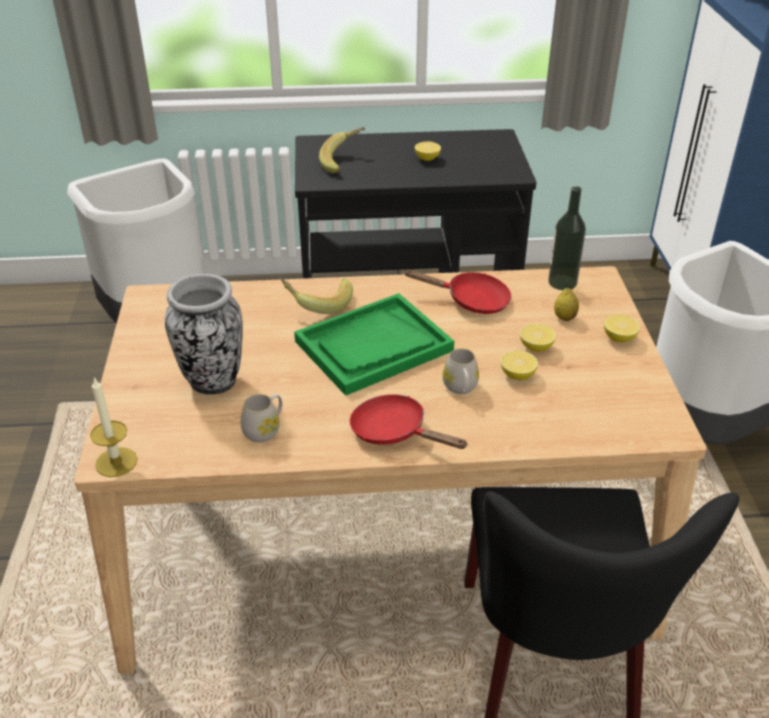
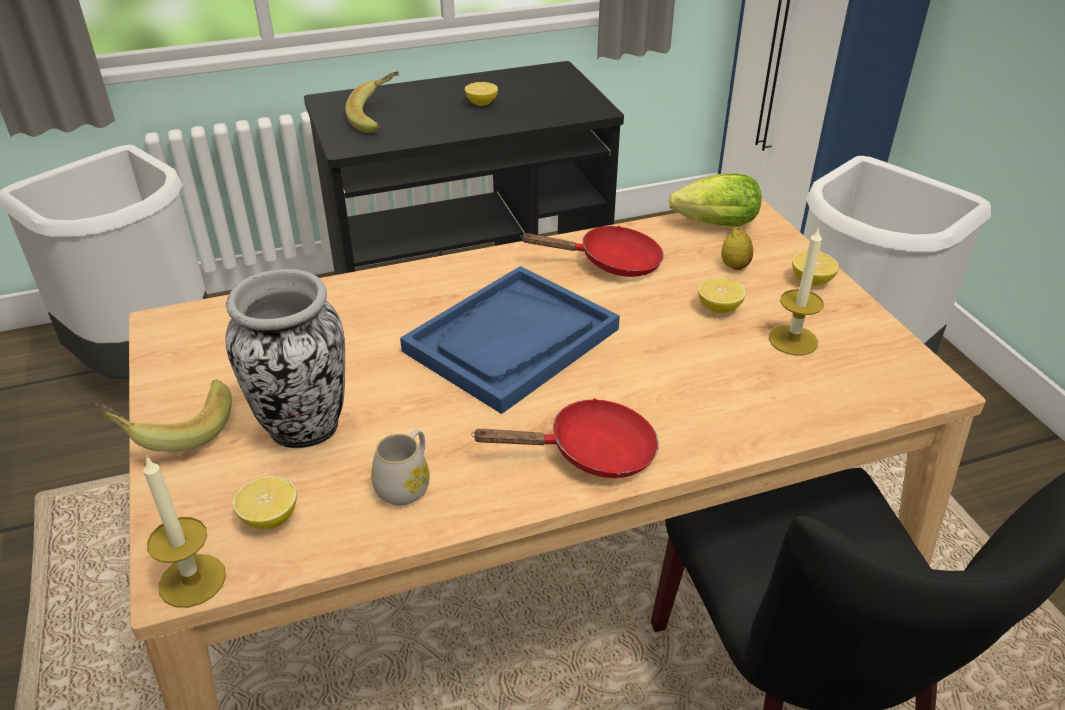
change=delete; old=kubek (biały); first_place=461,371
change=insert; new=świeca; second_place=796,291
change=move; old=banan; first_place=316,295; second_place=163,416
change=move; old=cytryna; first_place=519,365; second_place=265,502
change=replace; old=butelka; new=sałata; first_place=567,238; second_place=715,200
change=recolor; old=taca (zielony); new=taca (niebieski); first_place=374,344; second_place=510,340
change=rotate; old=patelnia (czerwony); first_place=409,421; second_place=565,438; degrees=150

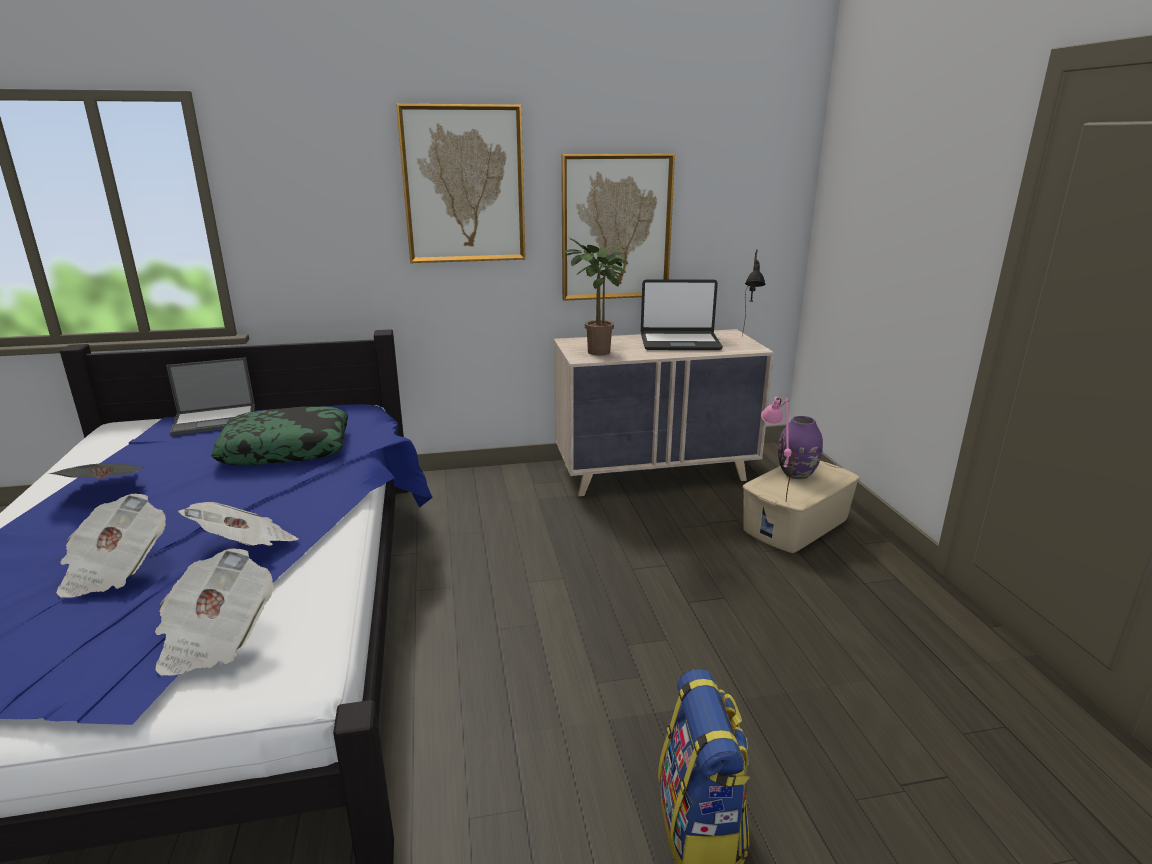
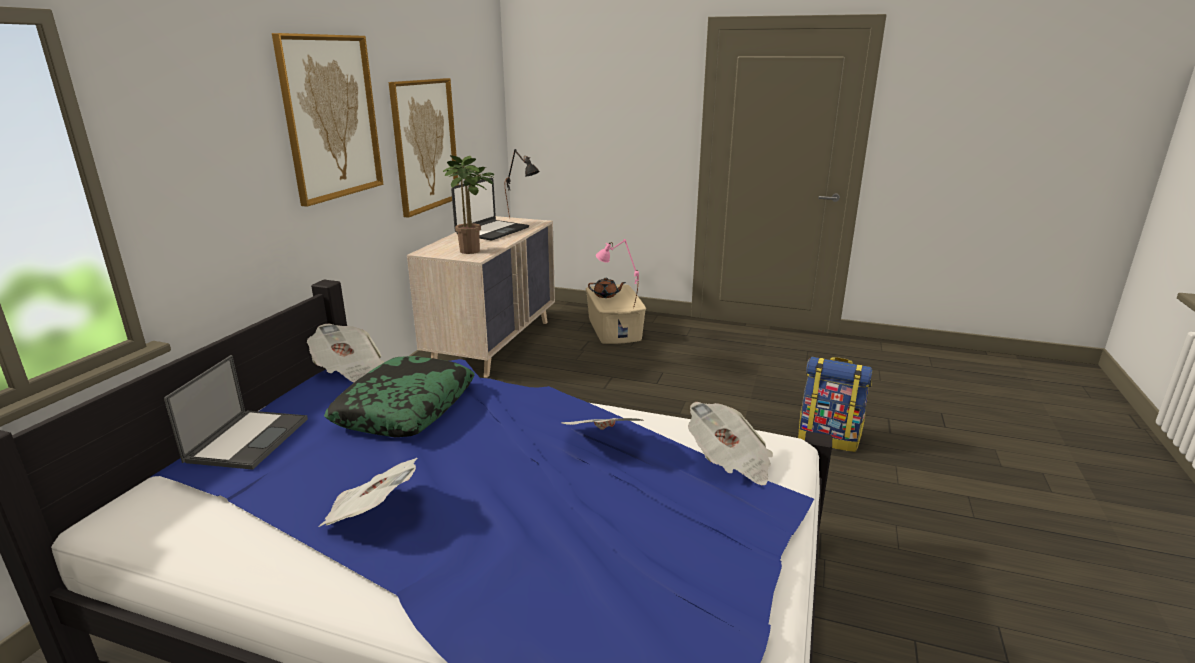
change=move; old=gazeta; first_place=111,546; second_place=345,353
change=replace; old=wazon (fioletowy); new=imbryk (brązowy); first_place=800,447; second_place=607,288

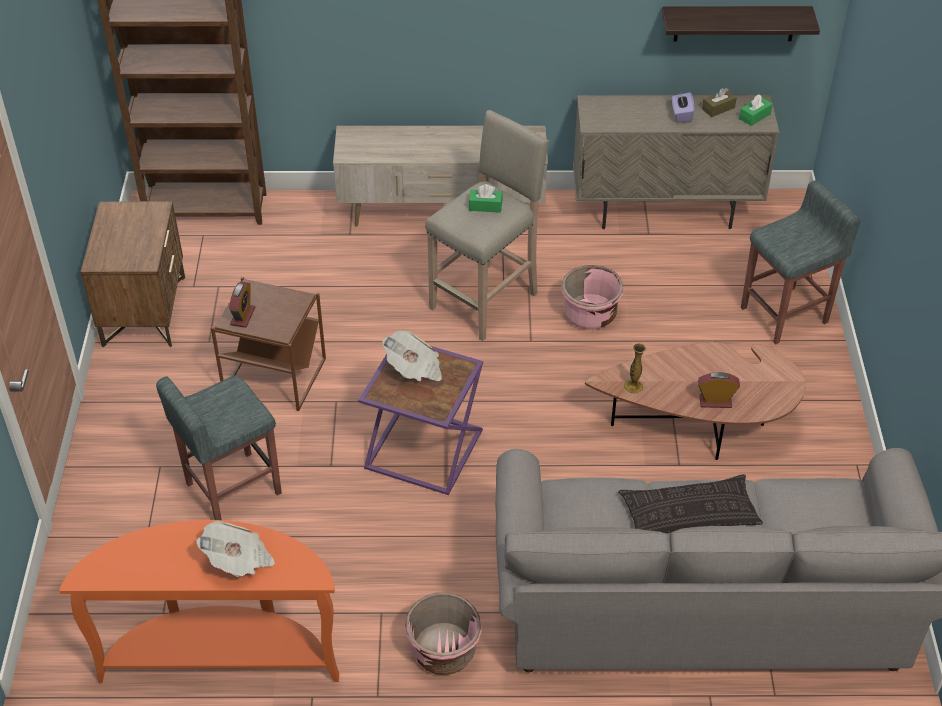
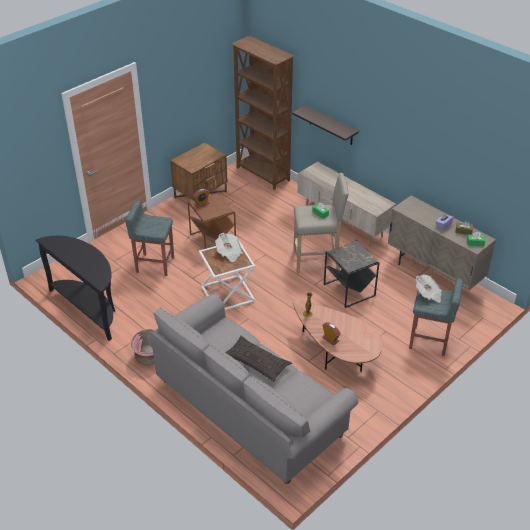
change=move; old=gazeta; first_place=235,549; second_place=429,289
change=move; old=półka; first_place=741,24; second_place=325,125
change=replace; old=donica (różowy); new=stolik (czarny); first_place=592,297; second_place=352,273
change=recolor; old=stolik konsolowy (pomarańczowy); new=stolik konsolowy (czarny); first_place=199,601; second_place=75,288
change=recolor; old=stolik (fioletowy); new=stolik (biały); first_place=420,420; second_place=227,275

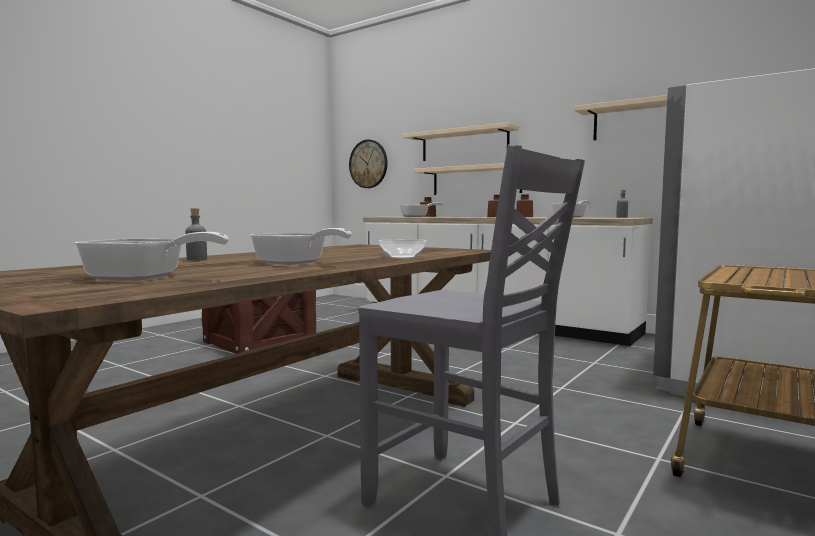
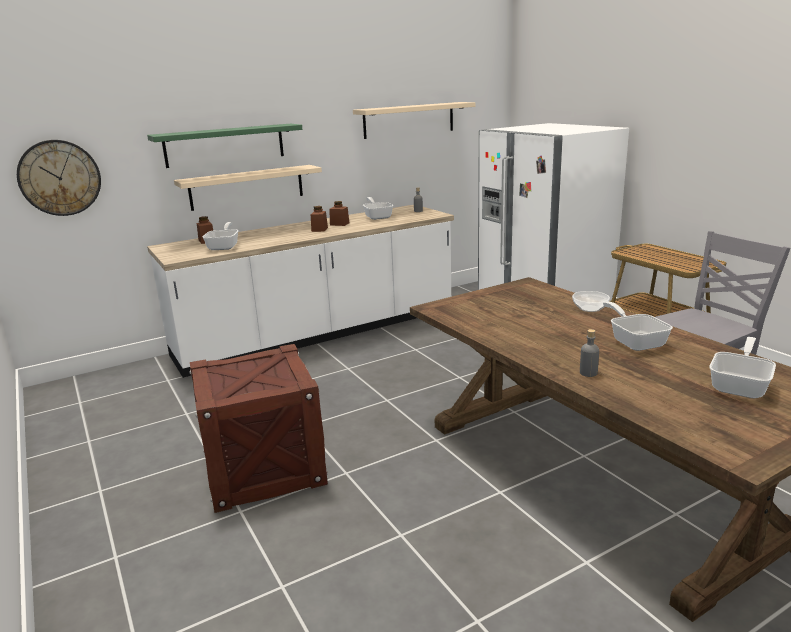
change=recolor; old=półka (beżowy); new=półka (zielony); first_place=460,141; second_place=224,146
change=rotate; old=patelnia; first_place=301,246; second_place=638,326; degrees=-75

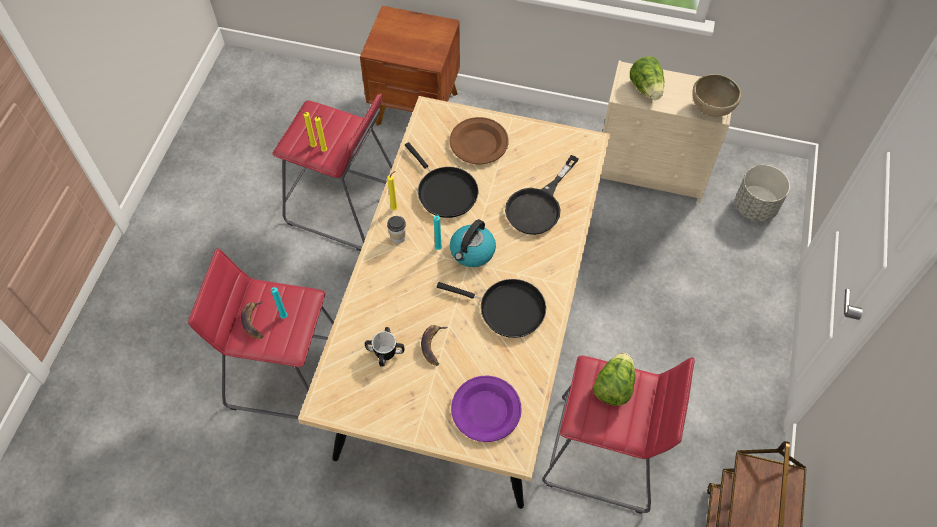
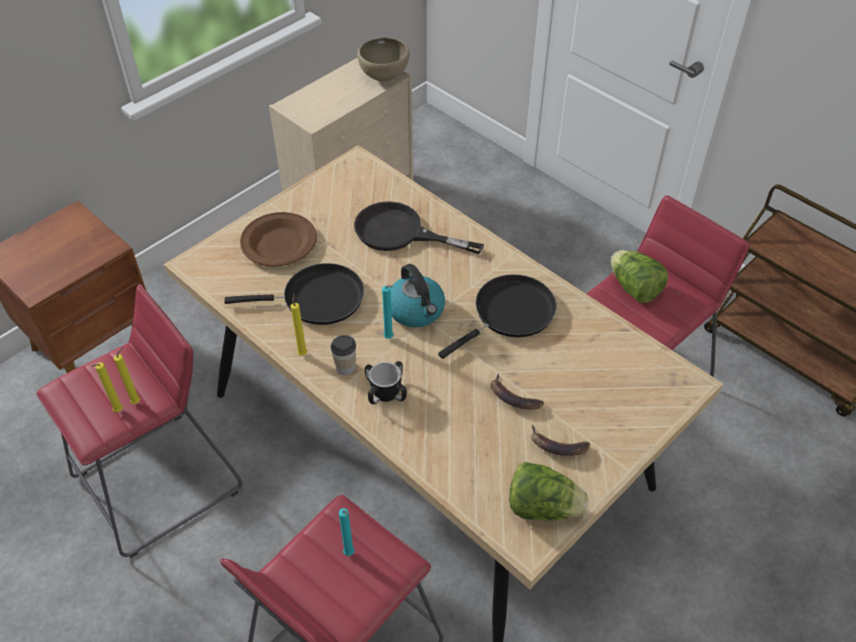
change=delete; old=talerz (fioletowy); first_place=486,409
change=delete; old=donica (szary); first_place=762,193
change=move; old=banan; first_place=252,320; second_place=560,440
change=move; old=kubek; first_place=385,347; second_place=386,383
change=move; old=sałata; first_place=647,78; second_place=548,491
change=rotate; old=patelnia (czarny); first_place=541,195; second_place=419,227; degrees=135

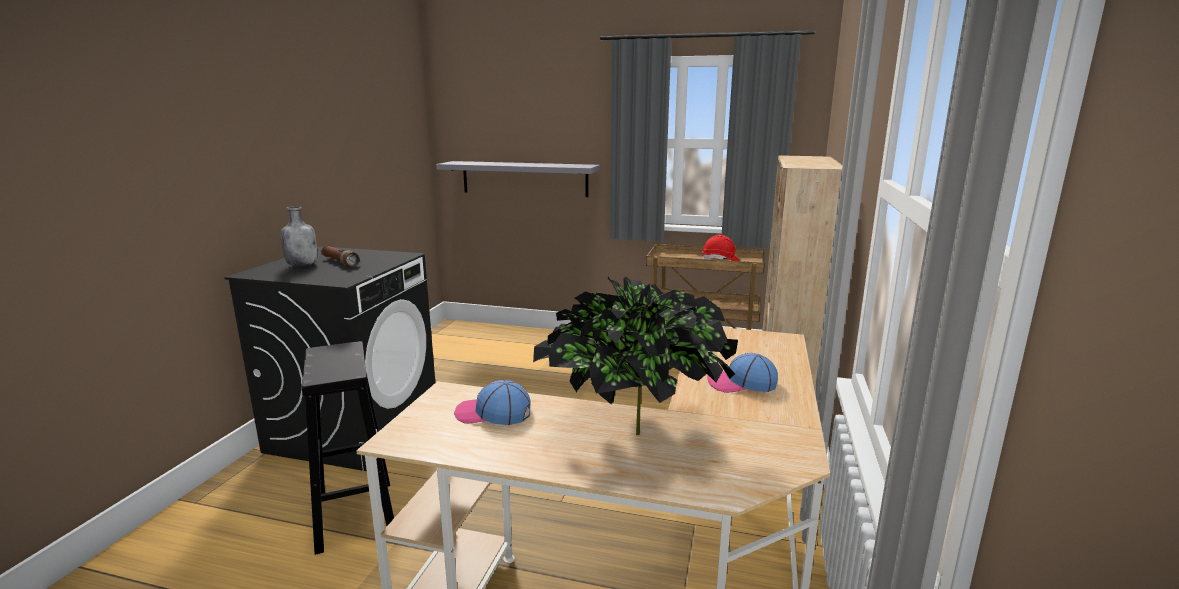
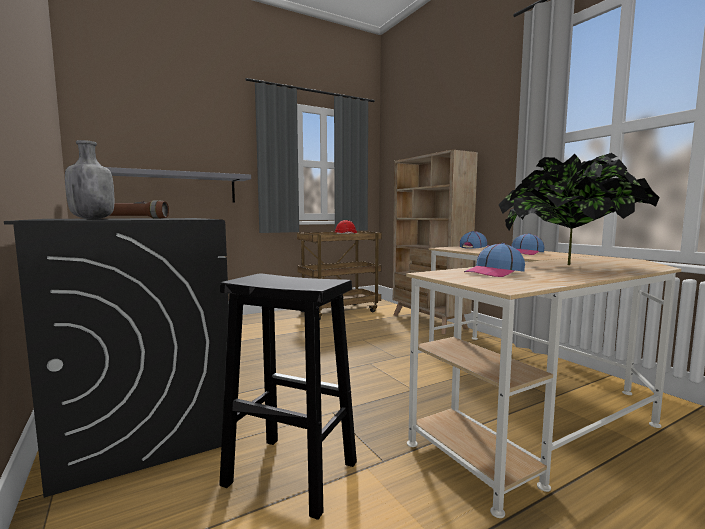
change=insert; new=czapka z daszkiem; second_place=475,240

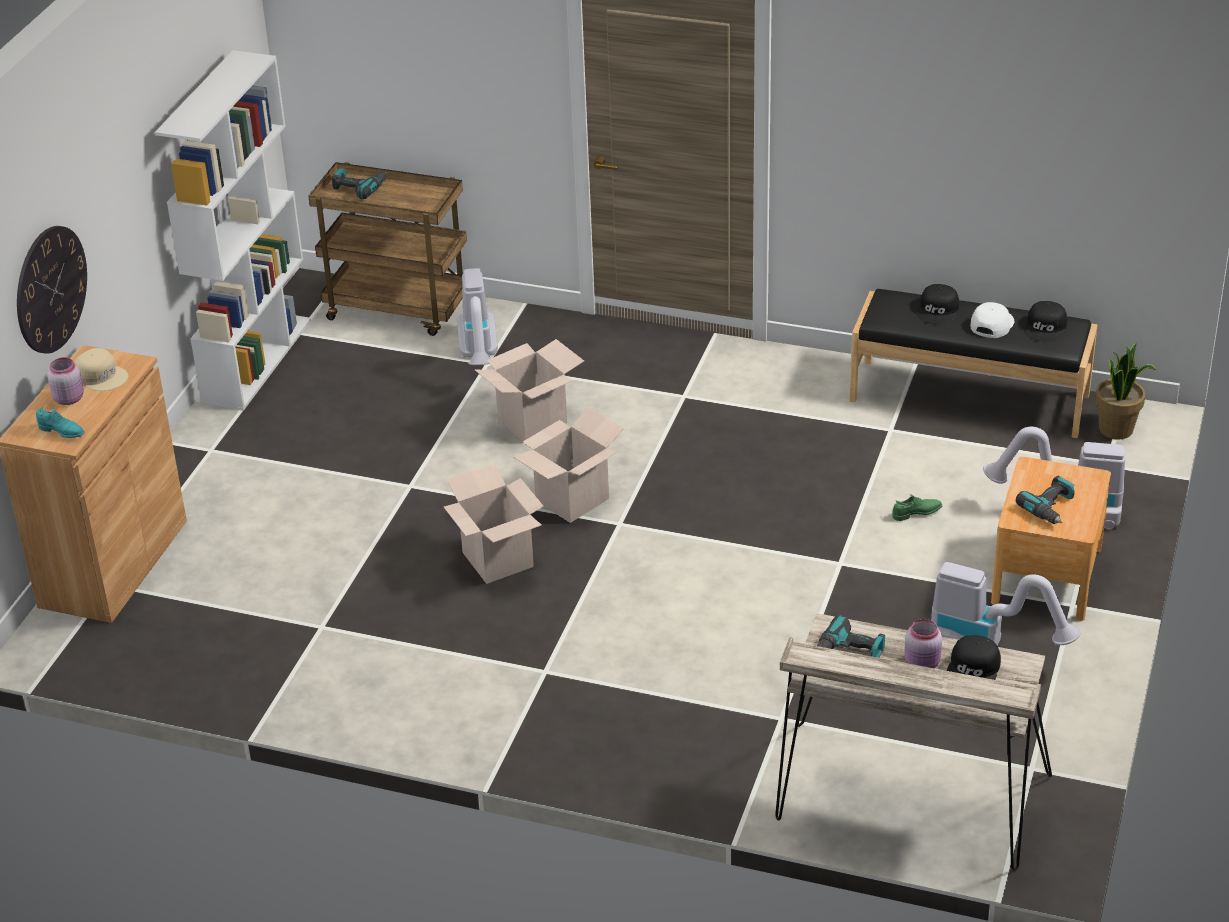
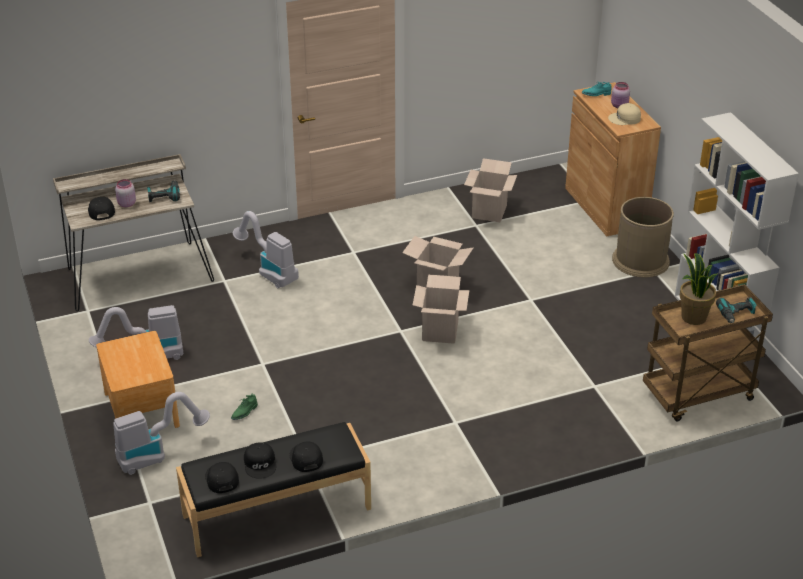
change=delete; old=zegar ścienny; first_place=52,290
change=delete; old=wiertarka; first_place=1045,500
change=insert; new=kosz na śmieci (brązowy); second_place=643,237
change=move; old=odkurzacz; first_place=477,316; second_place=266,249
change=move; old=karton; first_place=529,390; second_place=490,190
change=move; old=roślina doniczkowa; first_place=1125,390; second_place=698,289
change=recolor; old=czapka z daszkiem (biały); new=czapka z daszkiem (czarny); first_place=993,320; second_place=260,460

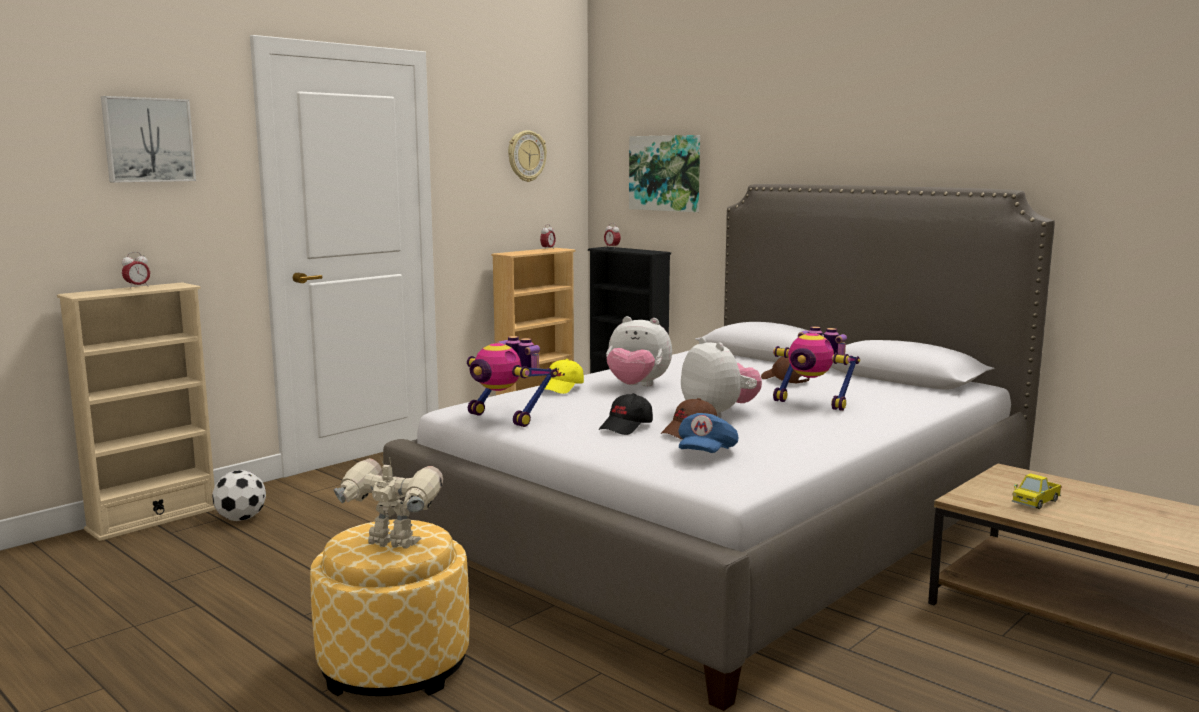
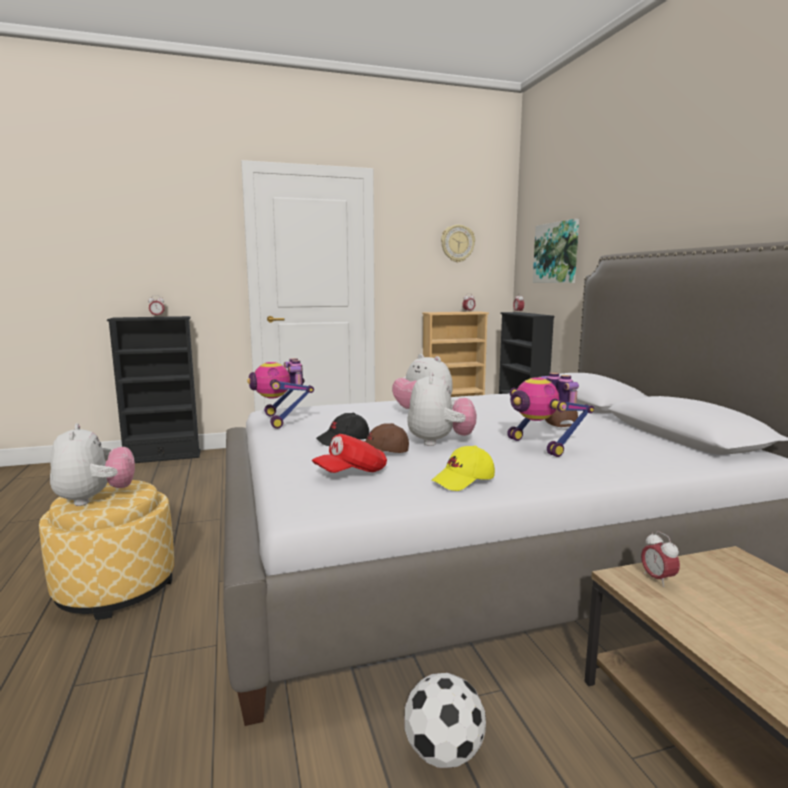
change=delete; old=obraz; first_place=148,139
change=delete; old=ciężarówka zabawkowa; first_place=1037,491
change=insert; new=budzik; second_place=660,559
change=move; old=piłka futbolowa; first_place=239,495; second_place=445,720
change=move; old=czapka z daszkiem (żółty); first_place=564,376; second_place=463,468
change=replace; old=robot zabawkowy; new=pluszak; first_place=388,502; second_place=92,464
change=recolor; old=regał (beżowy); new=regał (czarny); first_place=136,411; second_place=154,389
change=recolor; old=czapka z daszkiem (niebieski); new=czapka z daszkiem (czerwony); first_place=708,433; second_place=349,453

